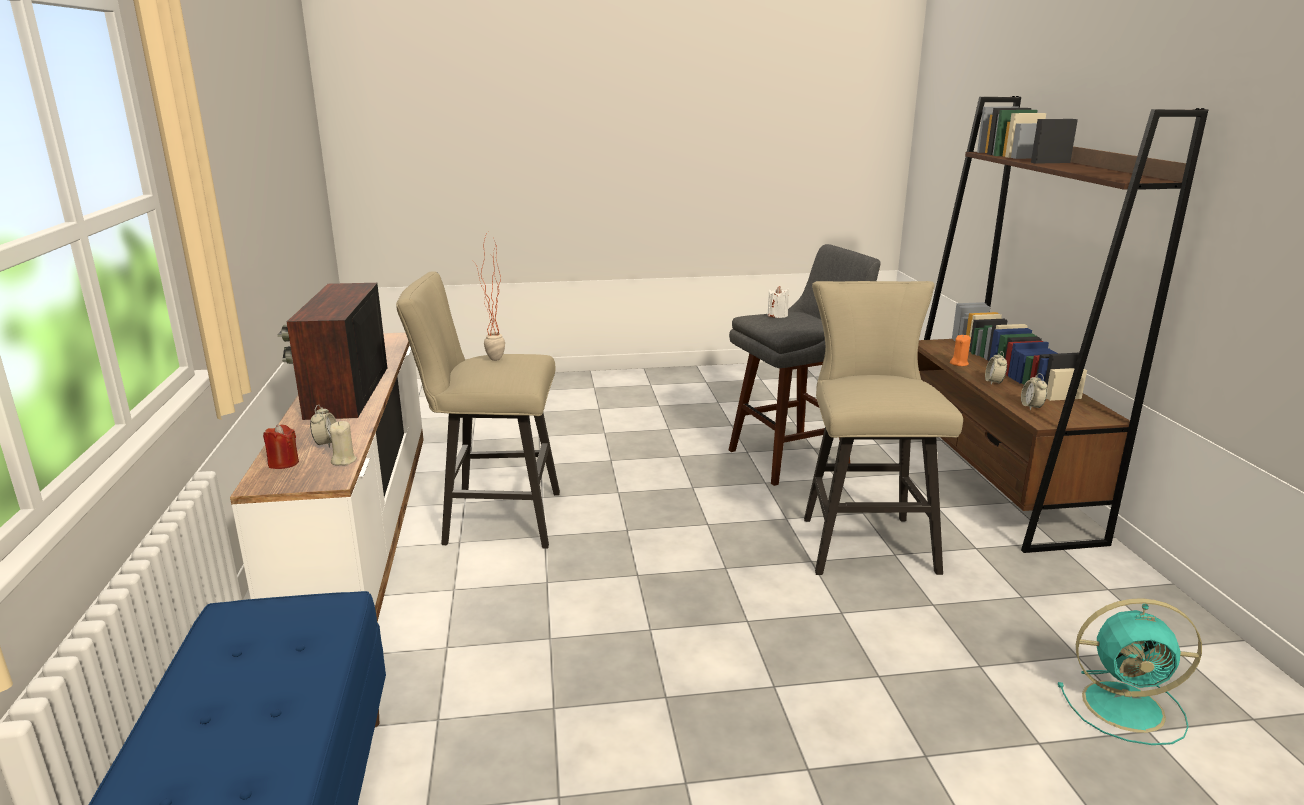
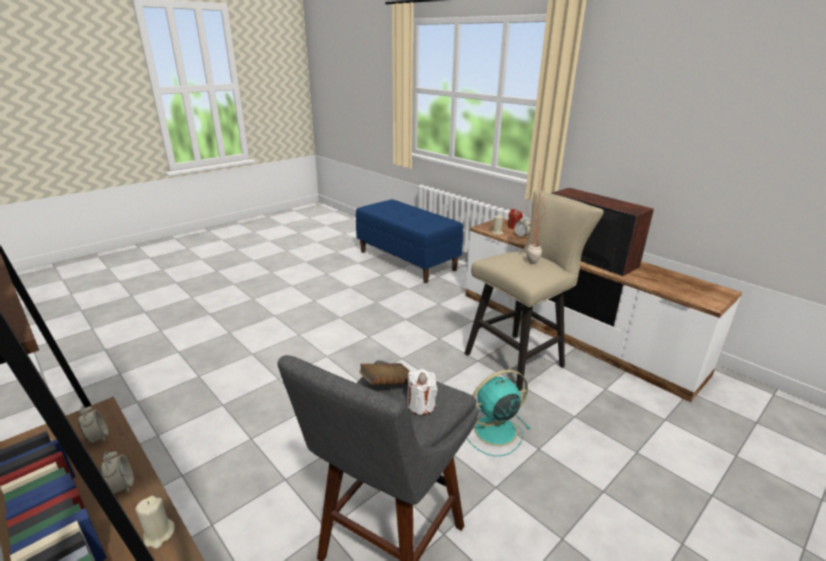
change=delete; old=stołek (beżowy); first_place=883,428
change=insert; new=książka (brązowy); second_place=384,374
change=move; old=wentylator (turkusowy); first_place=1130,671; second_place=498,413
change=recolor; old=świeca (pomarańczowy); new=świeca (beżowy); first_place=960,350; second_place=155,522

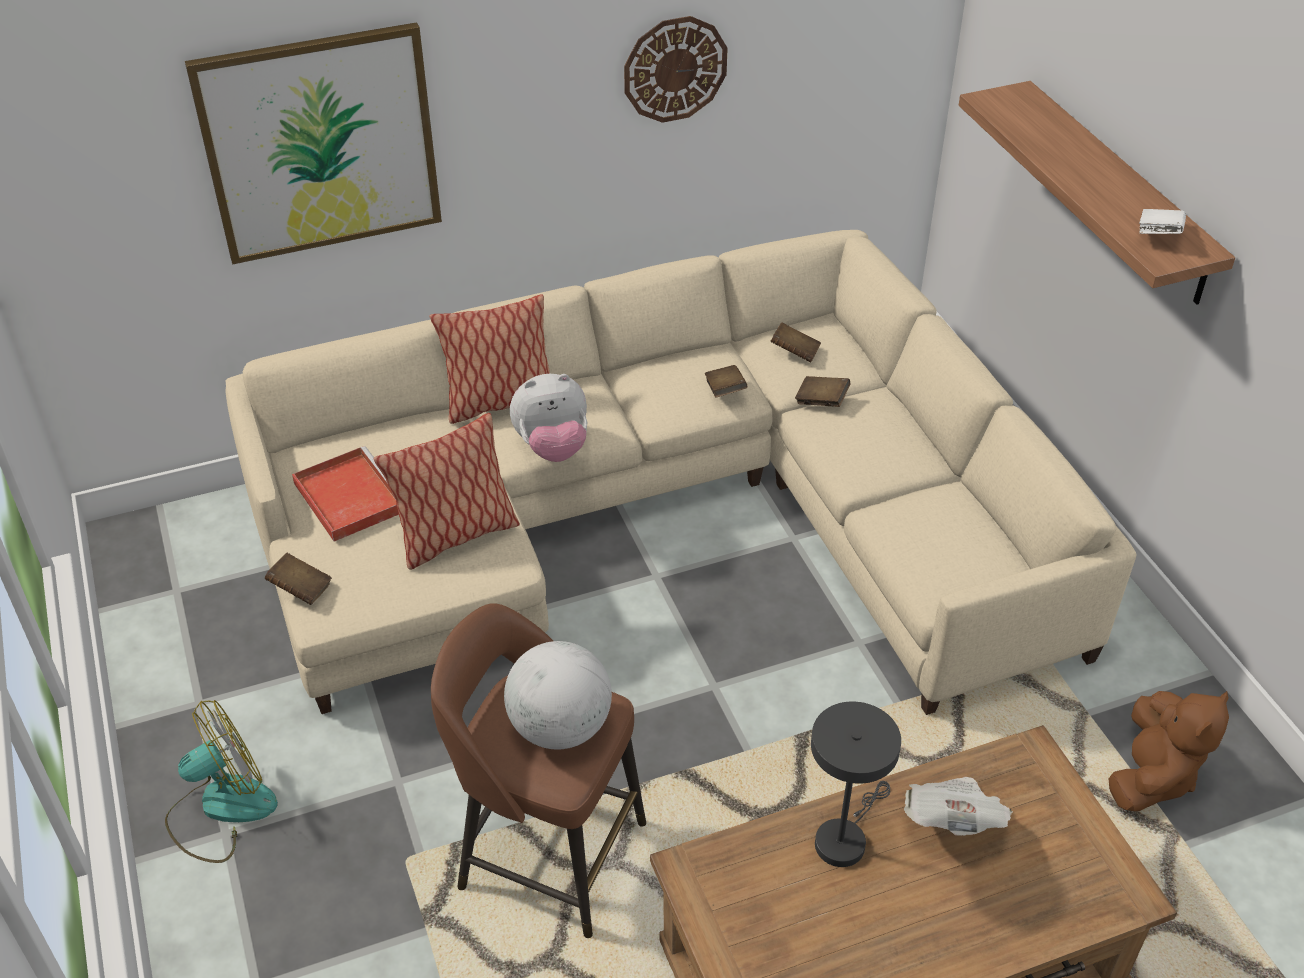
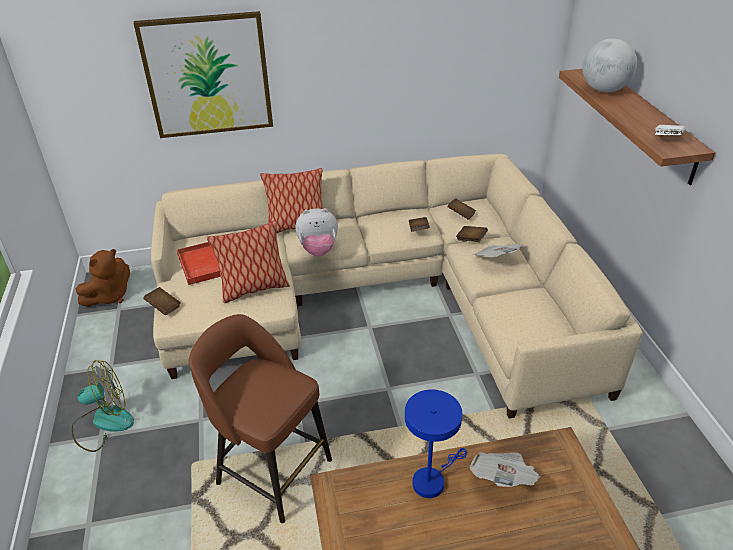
change=delete; old=zegar ścienny; first_place=676,69
change=insert; new=gazeta; second_place=498,250
change=move; old=globus; first_place=558,695; second_place=610,65
change=move; old=pluszak (brązowy); first_place=1168,751; second_place=103,278
change=recolor; old=lampa stołowa (szary); new=lampa stołowa (niebieski); first_place=856,784; second_place=436,444

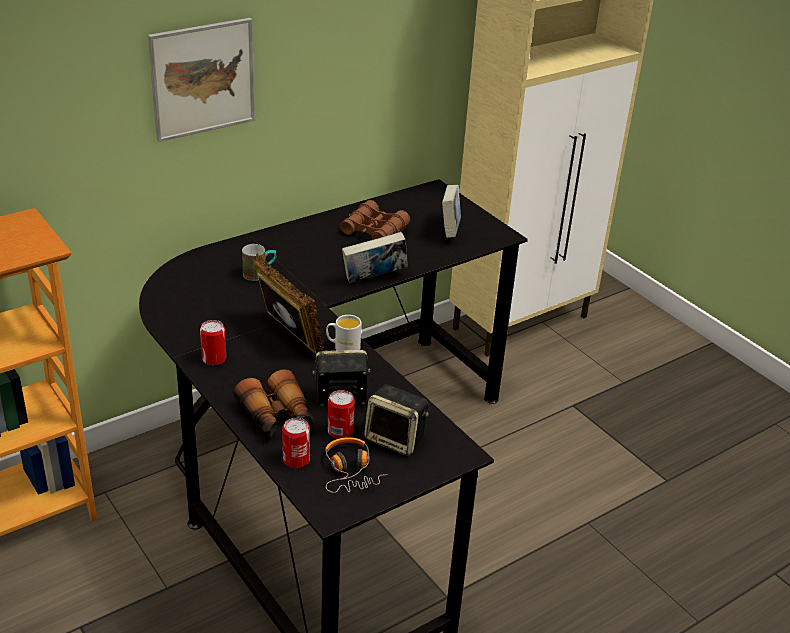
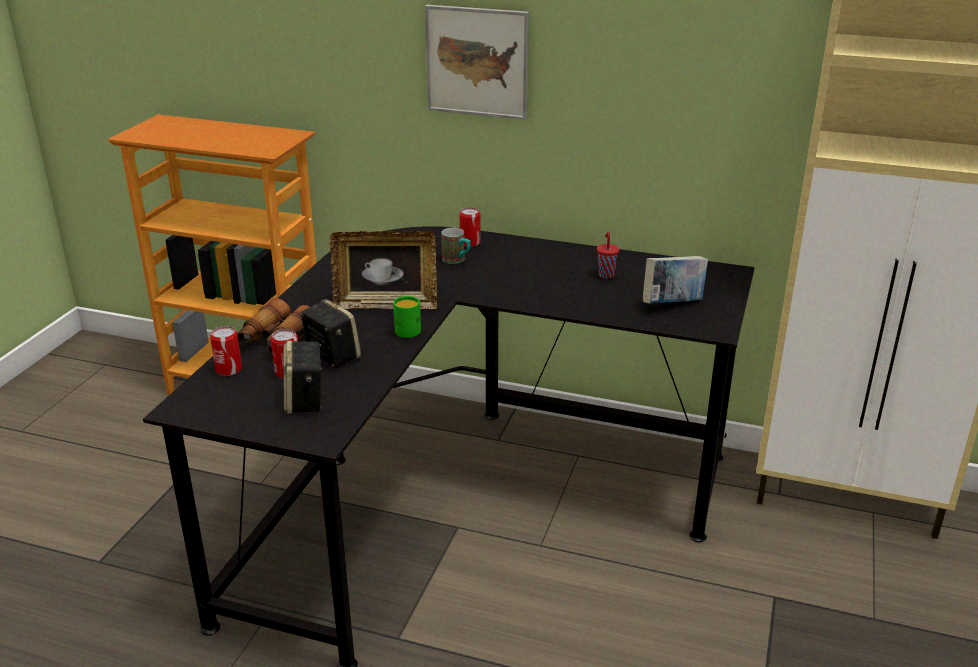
change=delete; old=słuchawki; first_place=356,465
change=delete; old=książka; first_place=375,257
change=move; old=puszka; first_place=213,342; second_place=470,227
change=replace; old=lornetka (brązowy); new=filiżanka (czerwony); first_place=375,220; second_place=608,255
change=recolor; old=kubek (biały); new=kubek (zielony); first_place=343,332; second_place=407,317
change=rotate; old=ramka na zdjęcie; first_place=290,303; second_place=383,270; degrees=75

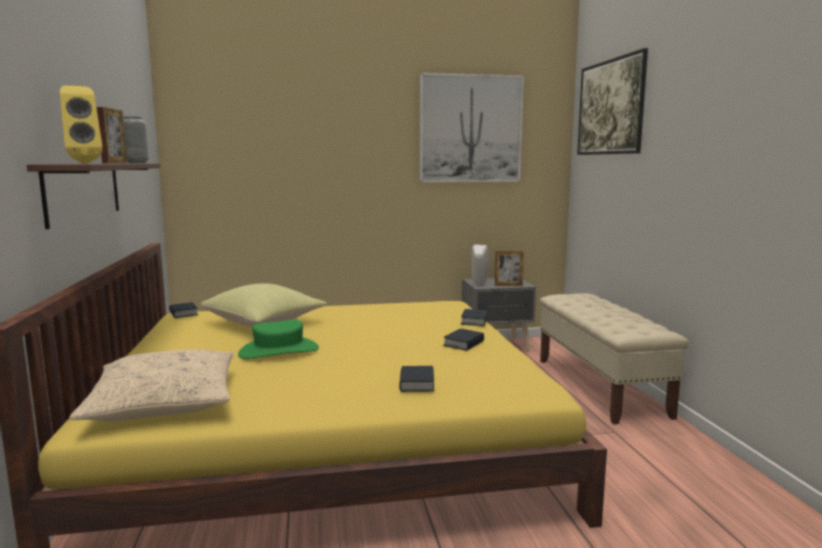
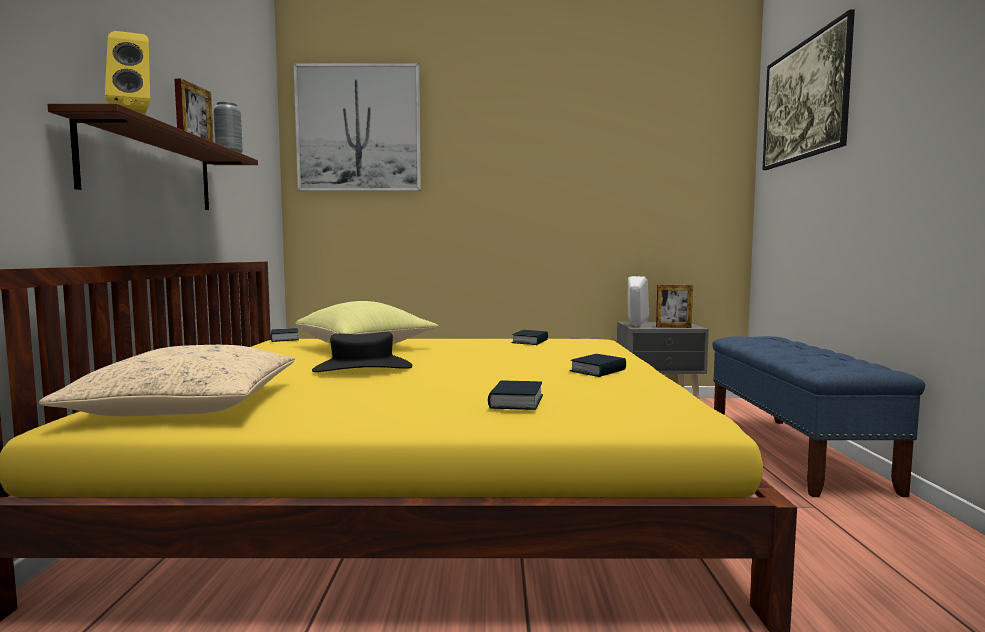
change=move; old=obraz; first_place=471,127; second_place=357,127
change=move; old=książka; first_place=474,317; second_place=530,337
change=recolor; old=kapelusz (zielony); new=kapelusz (czarny); first_place=278,339; second_place=362,352
change=recolor; old=ławka (beżowy); new=ławka (niebieski); first_place=614,359; second_place=819,416

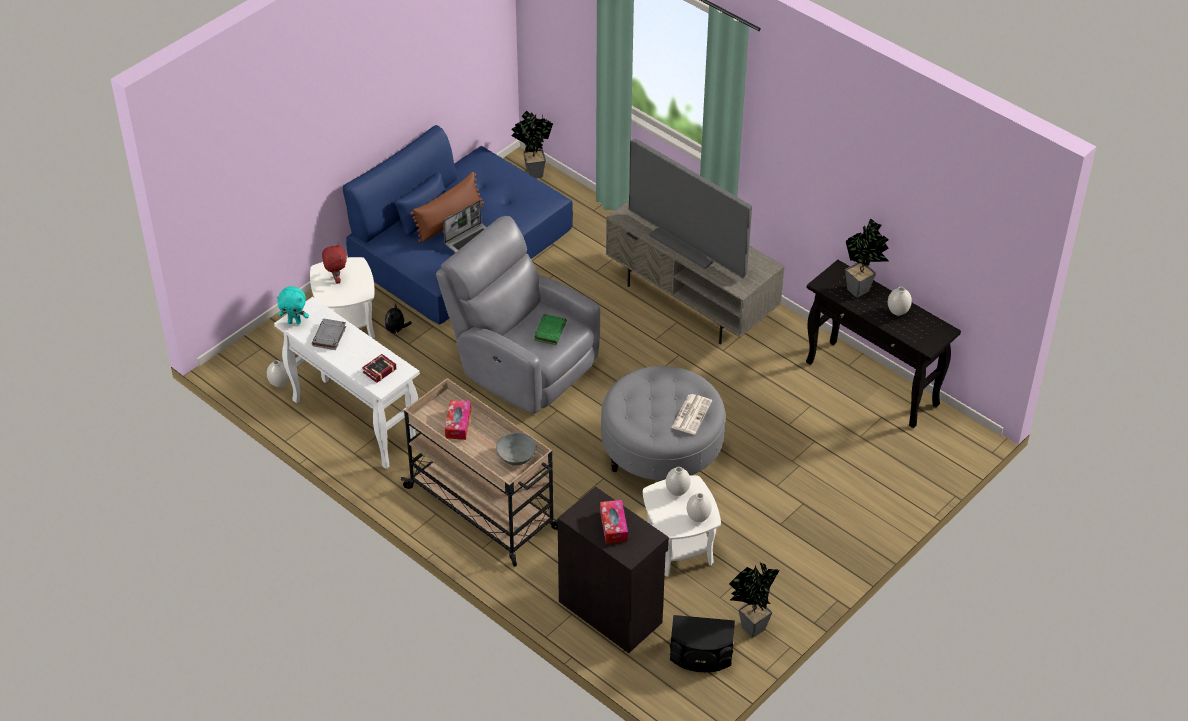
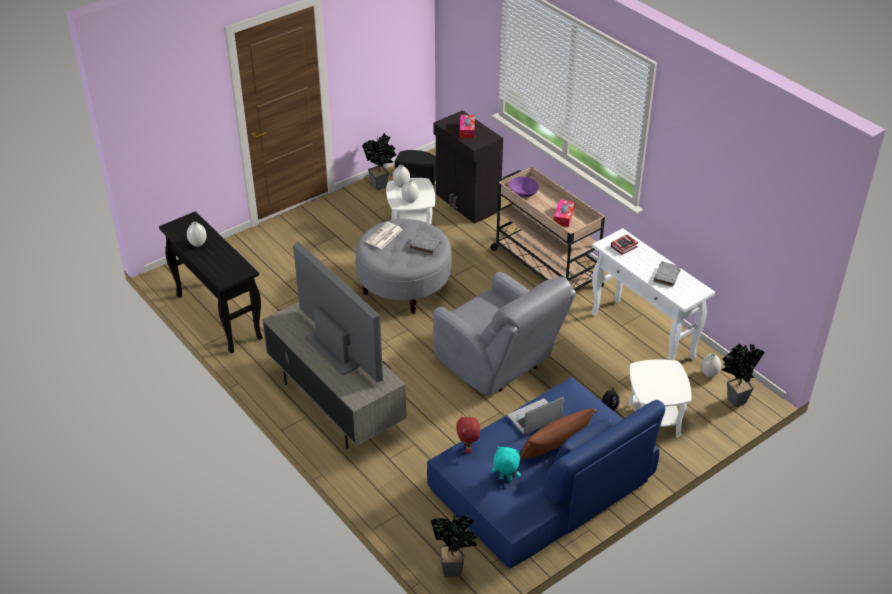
change=delete; old=książka (zielony); first_place=550,329
change=insert; new=książka (szary); second_place=425,244
change=move; old=pluszak (turkusowy); first_place=293,305; second_place=506,463
change=move; old=pluszak (czerwony); first_place=334,263; second_place=468,434
change=move; old=roślina doniczkowa; first_place=867,258; second_place=743,375
change=recolor; old=miska (szary); new=miska (fioletowy); first_place=516,449; second_place=524,187

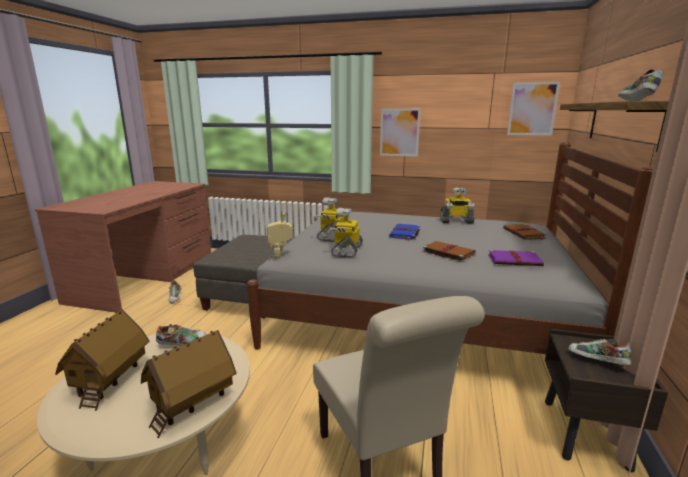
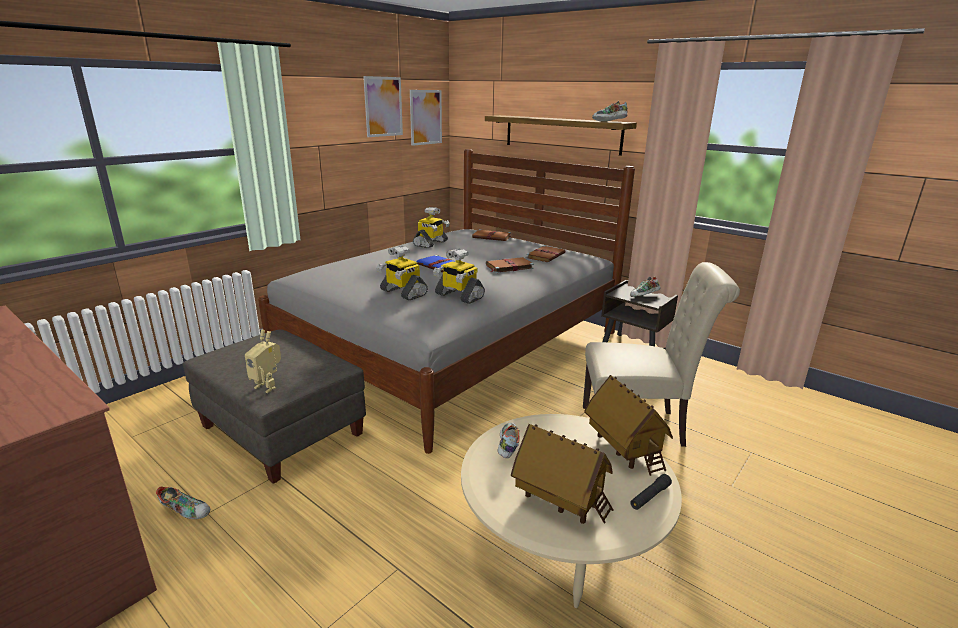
change=insert; new=latarka (czarny); second_place=651,492
change=move; old=robot zabawkowy; first_place=280,234; second_place=263,361
change=move; old=obraz; first_place=400,132; second_place=383,106
change=recolor; old=książka (fioletowy); new=książka (brązowy); first_place=516,257; second_place=546,253

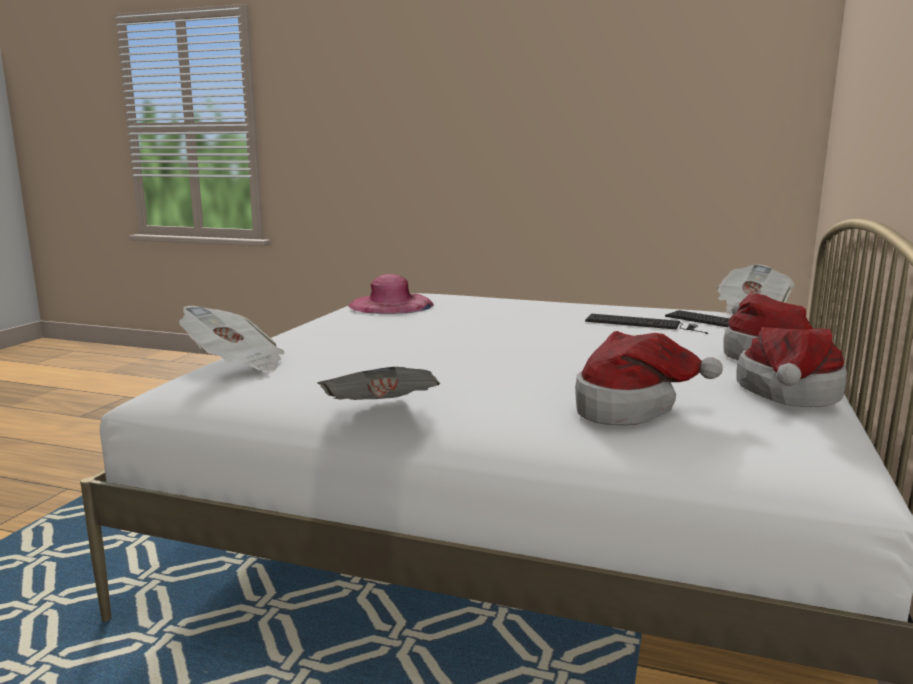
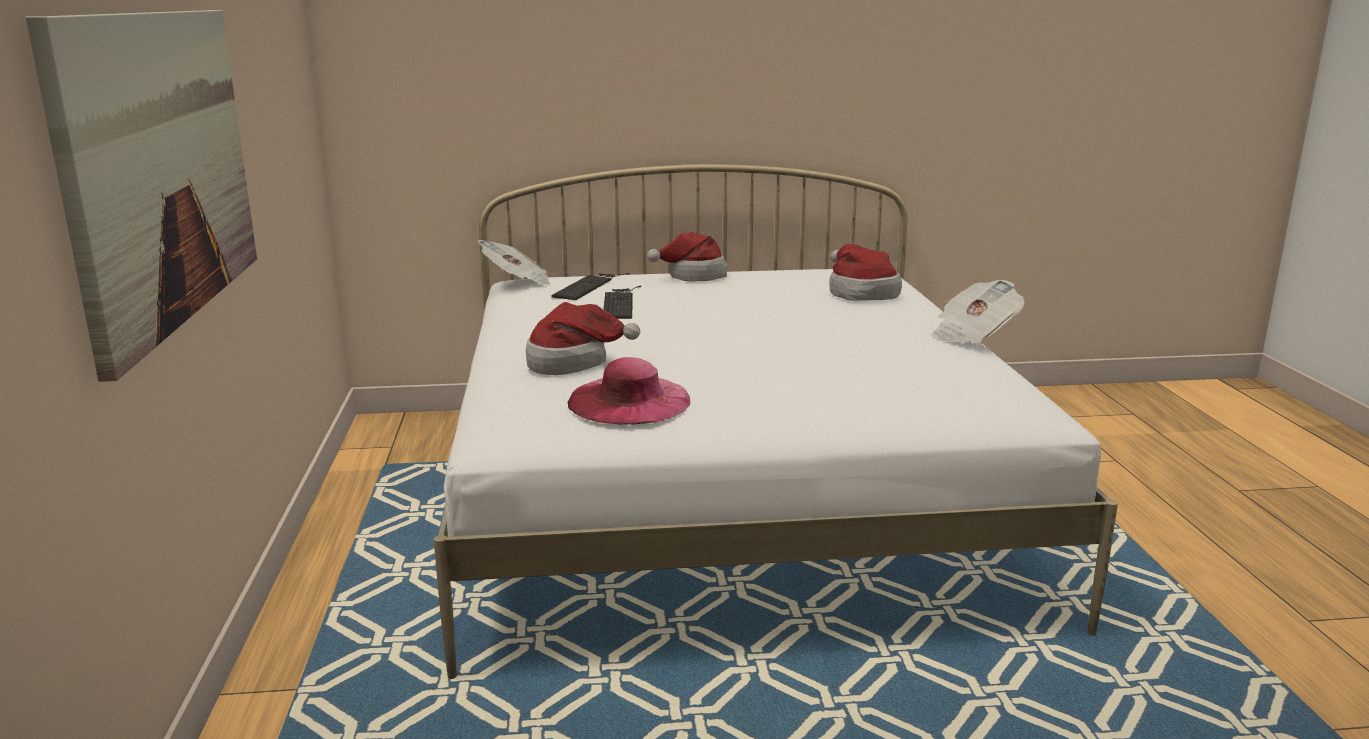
change=delete; old=gazeta; first_place=232,339
change=insert; new=obraz; second_place=141,196
change=move; old=kapelusz; first_place=792,367; second_place=583,338

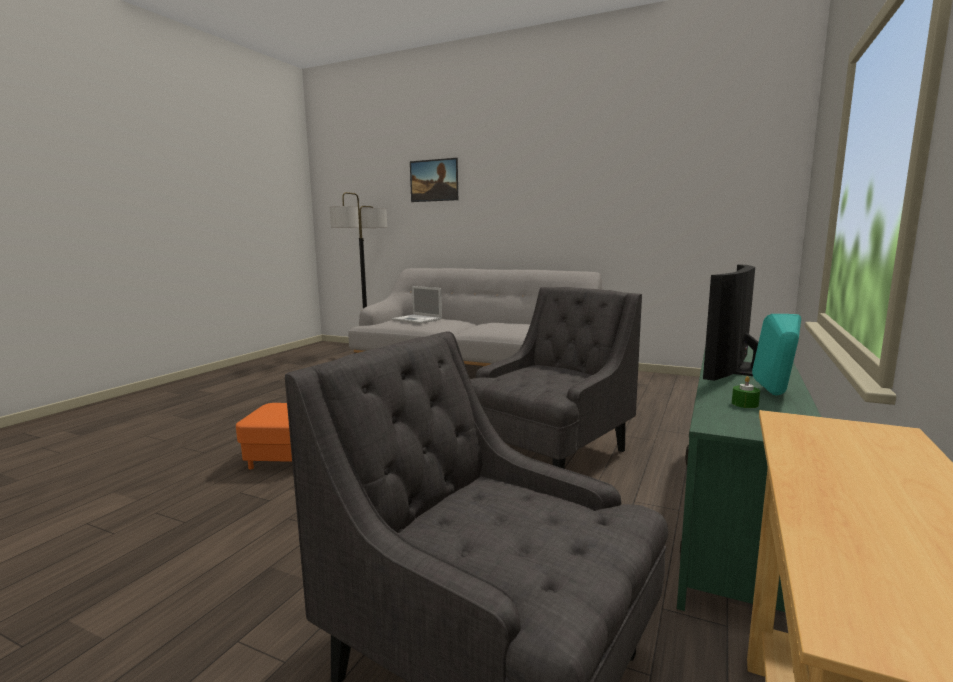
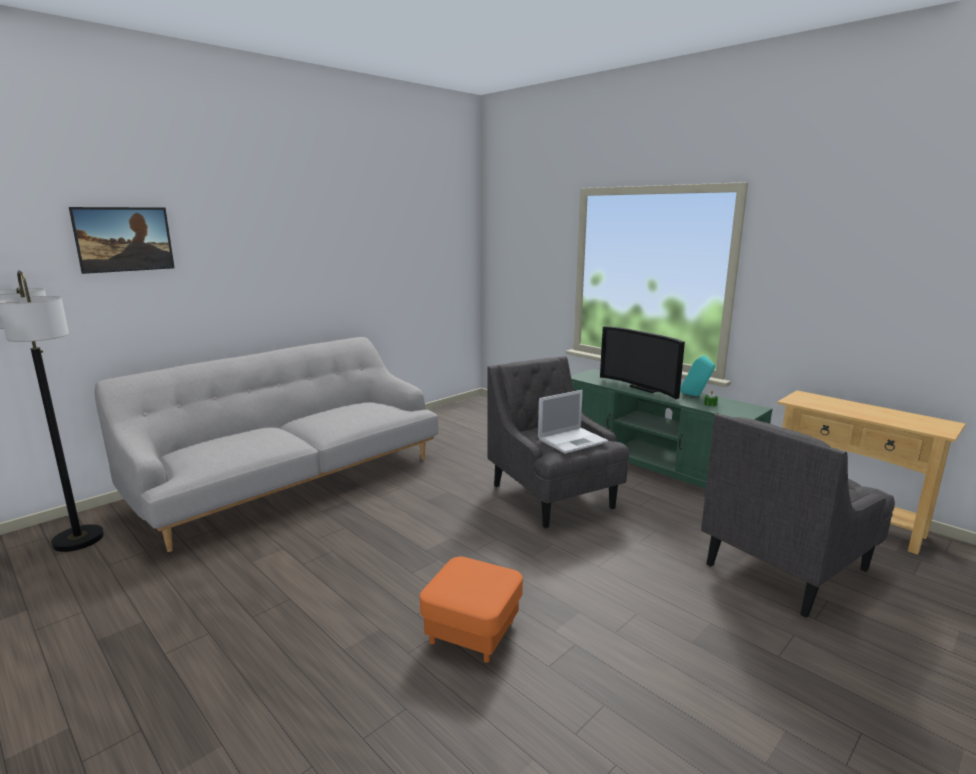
change=move; old=laptop; first_place=417,305; second_place=573,422

